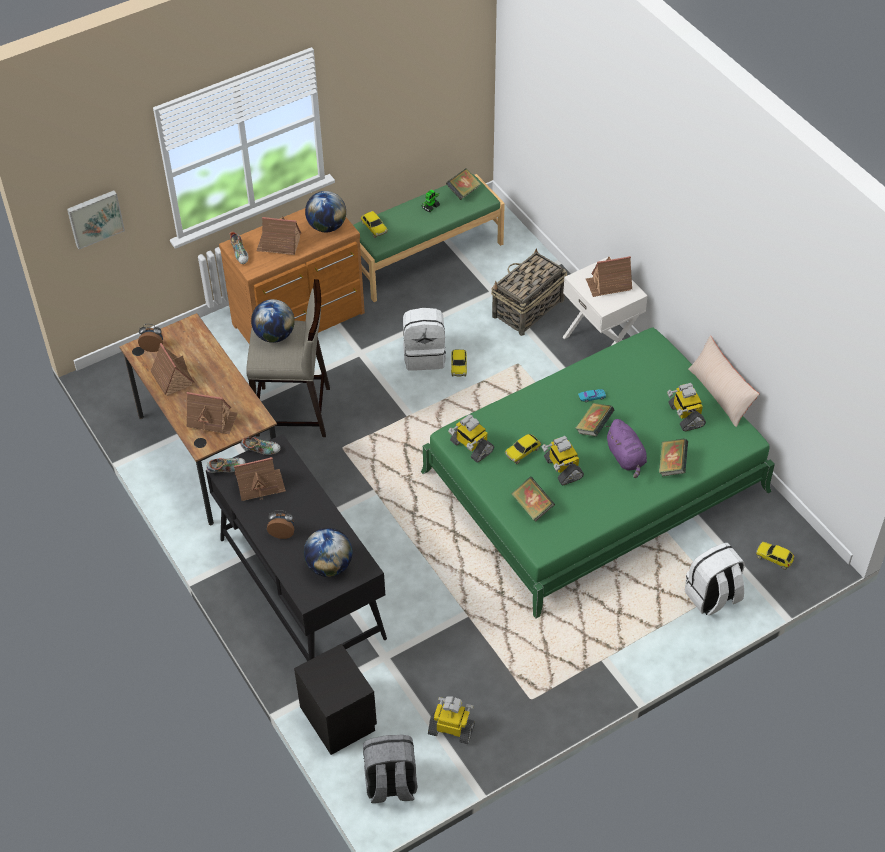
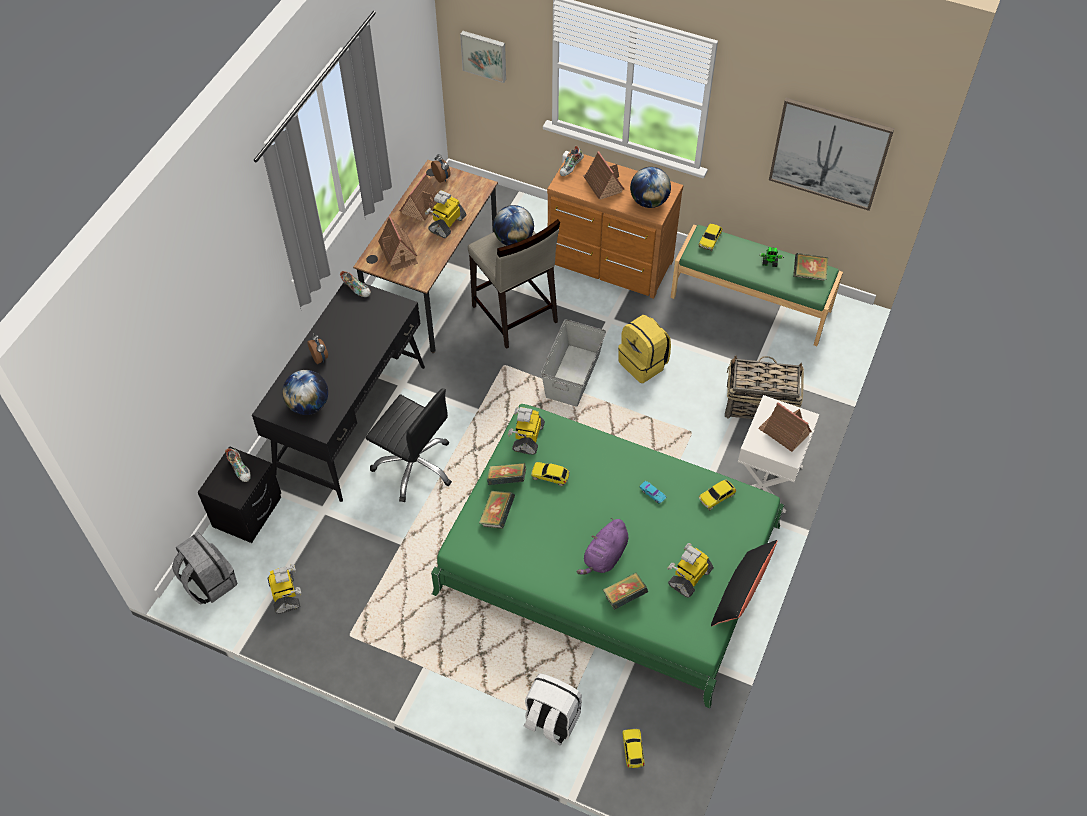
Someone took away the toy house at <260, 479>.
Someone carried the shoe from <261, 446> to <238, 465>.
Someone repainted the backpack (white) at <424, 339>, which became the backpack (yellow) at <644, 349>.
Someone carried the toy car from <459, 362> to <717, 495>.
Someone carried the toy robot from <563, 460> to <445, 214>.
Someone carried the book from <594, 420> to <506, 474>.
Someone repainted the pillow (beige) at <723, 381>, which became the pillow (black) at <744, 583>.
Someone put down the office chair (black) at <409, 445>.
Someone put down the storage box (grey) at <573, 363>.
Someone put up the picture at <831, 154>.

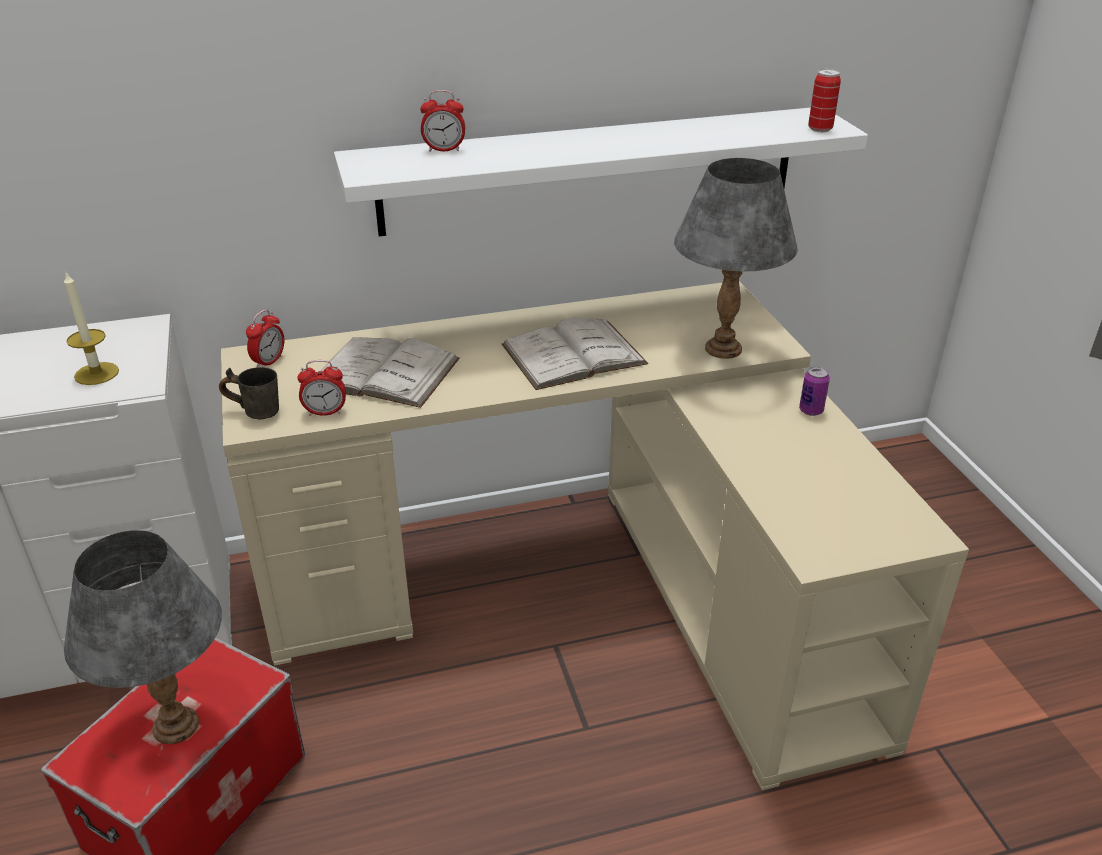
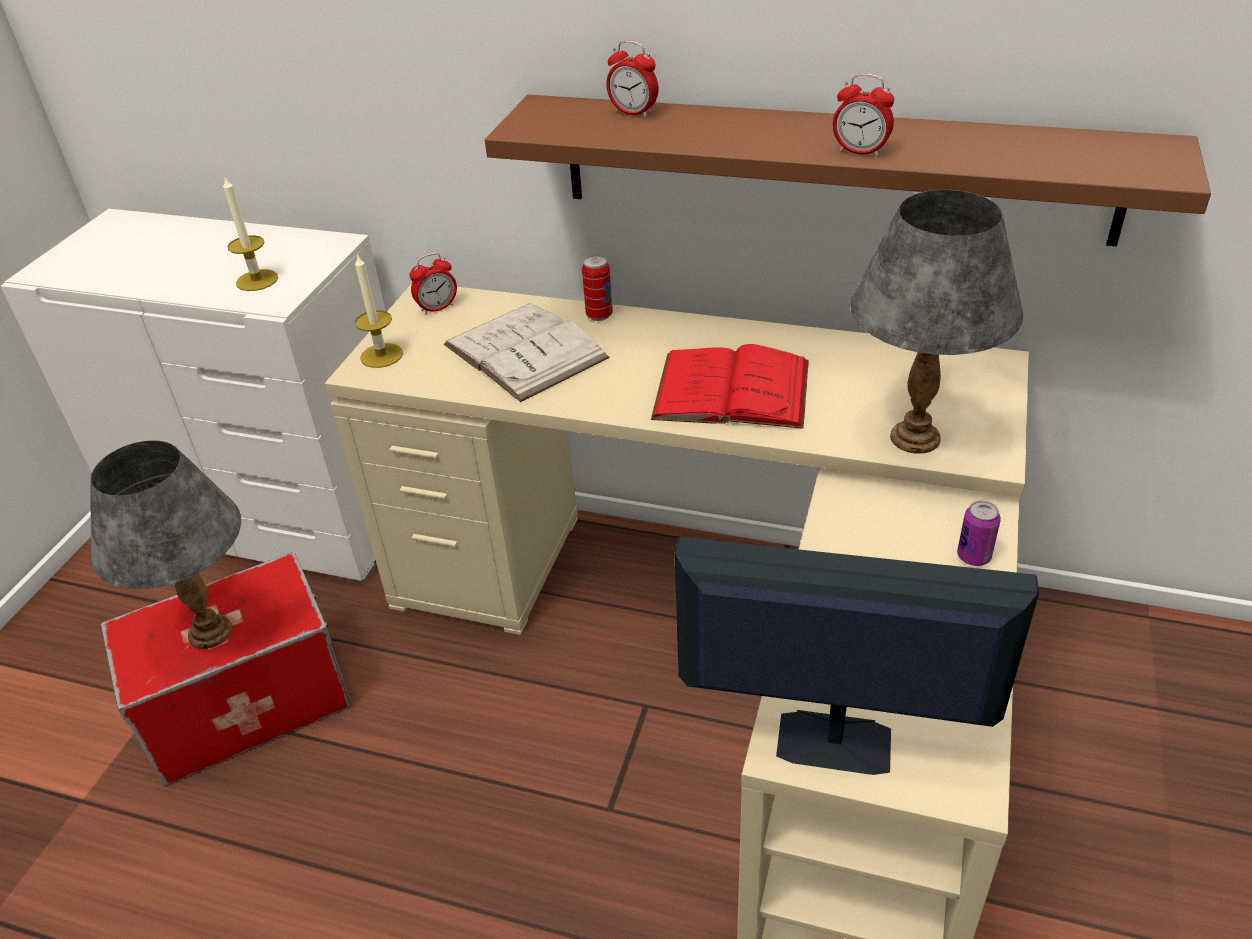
Someone swapped the mug (grey) at <249, 393> for the candle at <379, 310>.
Someone carried the alarm clock from <321, 388> to <863, 115>.
Someone repainted the shelf (white) at <601, 172>, which became the shelf (brown) at <848, 170>.
Someone repainted the book (white) at <575, 354>, which became the book (red) at <730, 386>.
Someone carried the can from <824, 100> to <597, 288>.
Someone put down the monitor at <857, 656>.

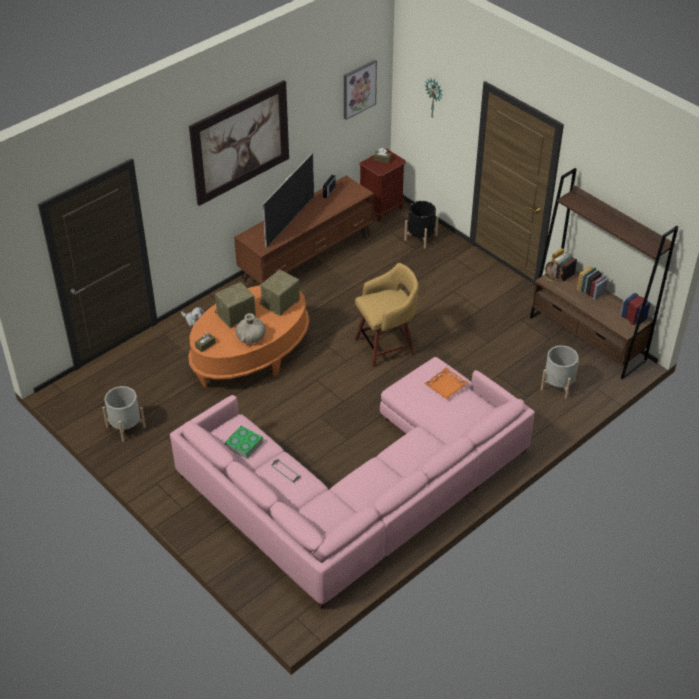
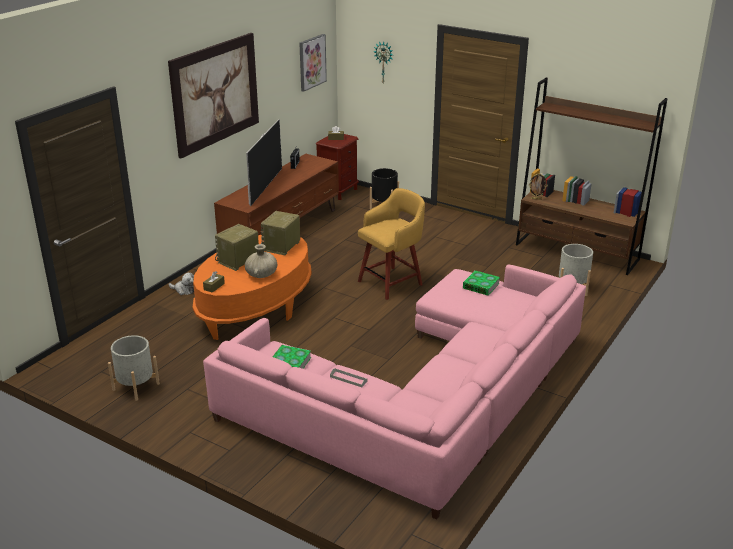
Someone swapped the tray (orange) at <446, 383> for the book at <481, 283>.

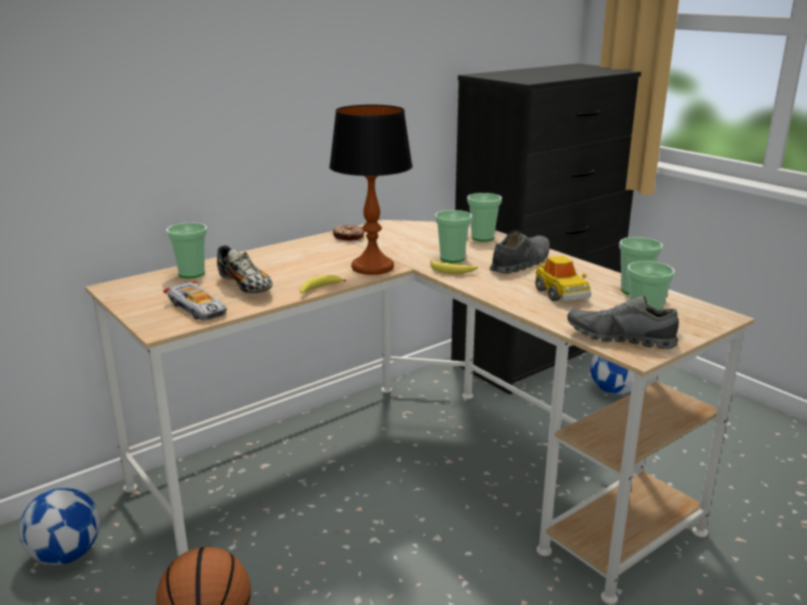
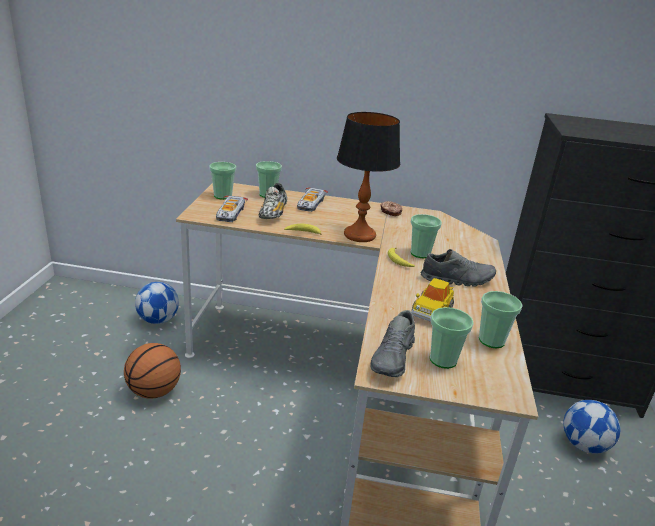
Someone carried the cup from <484, 217> to <222, 181>.
Someone rotated the shoe (grey) at <623, 322> by 135 degrees counterclockwise.
Someone put down the toy car at <312, 199>.

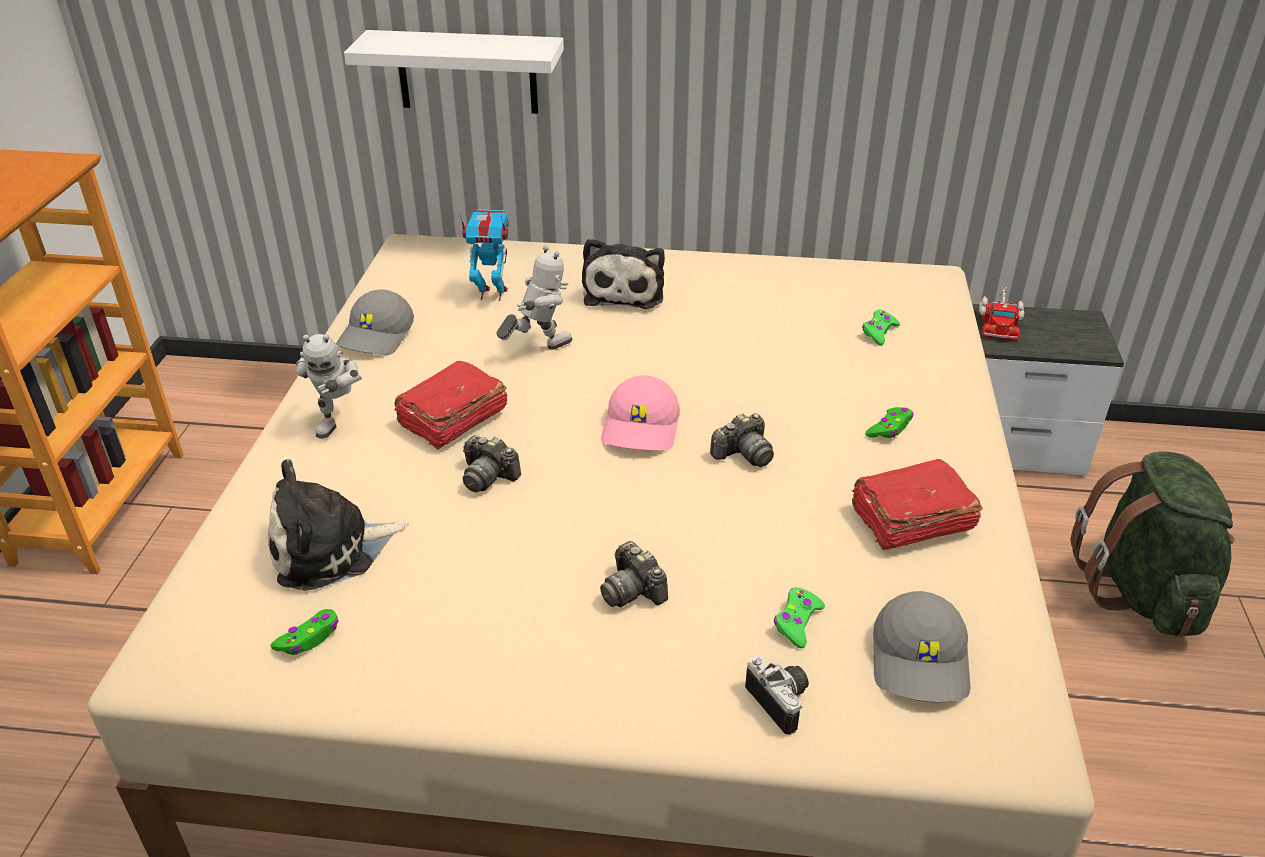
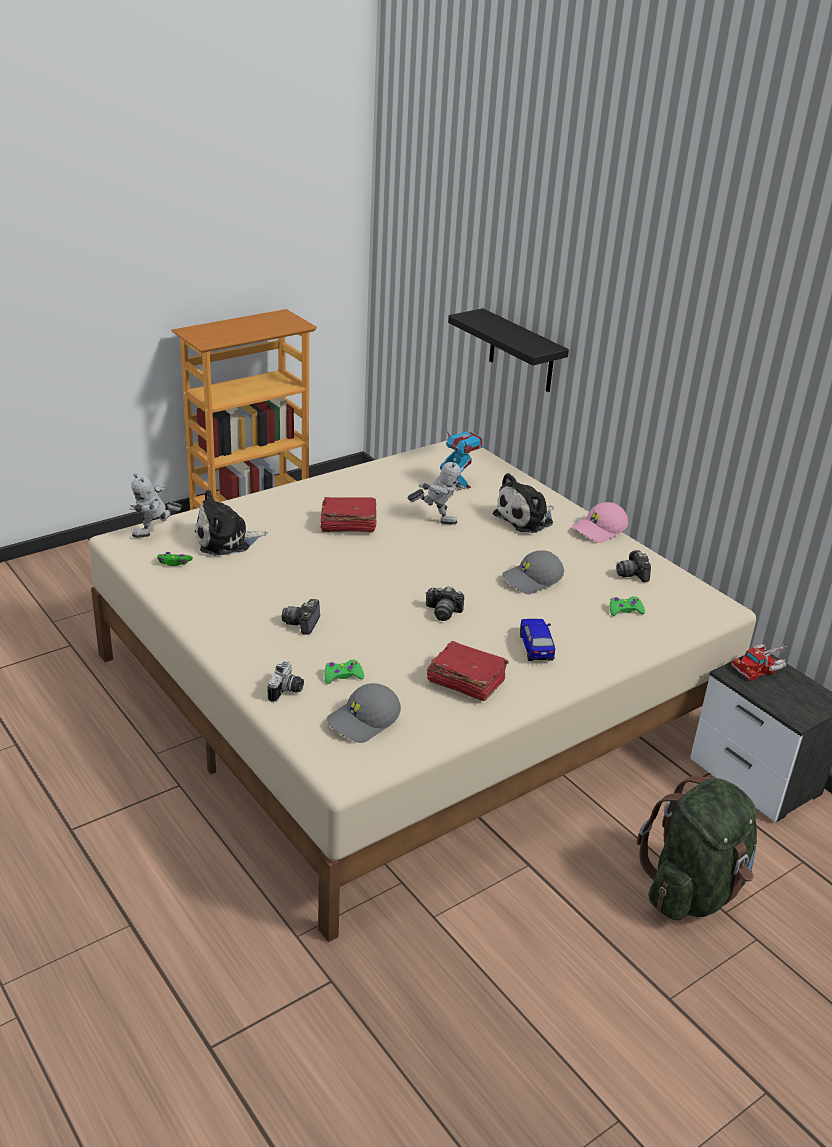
Someone rotated the plush toy at <338, 525> by 45 degrees counterclockwise.
Someone carried the toy robot from <329, 386> to <156, 505>.
Someone carried the cap (grey) from <375, 322> to <533, 572>.
Someone repainted the shelf (white) at <454, 72>, which became the shelf (black) at <508, 350>.
Someone carried the photo camera from <492, 463> to <633, 566>.
Someone carried the cap (pink) from <640, 413> to <600, 522>.
Someone swapped the game controller (green) at <889, 422> for the toy car at <537, 640>.

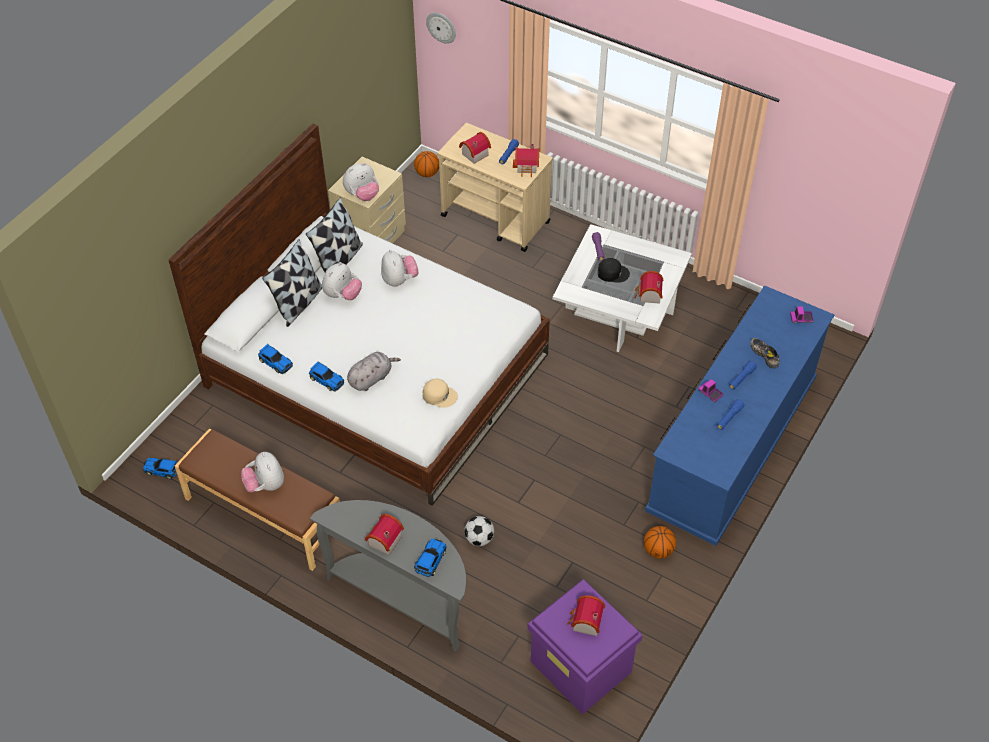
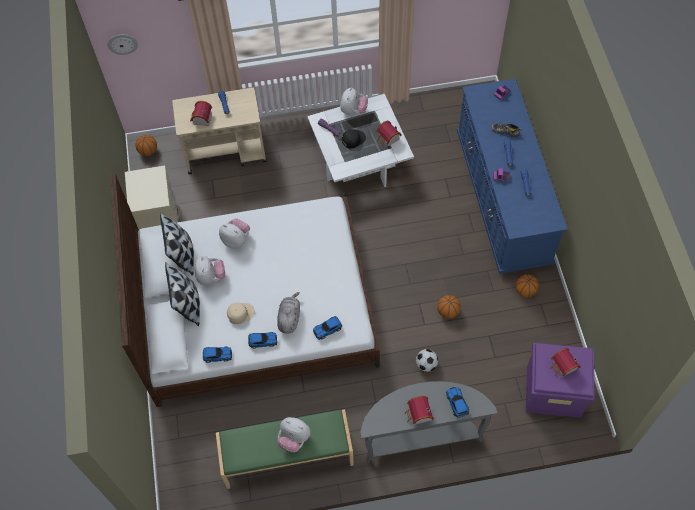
Someone carried the toy car from <160, 468> to <327, 328>.
Someone repainted the bench (brown) at <257, 499>, which became the bench (green) at <285, 449>.
Someone carried the plush toy from <361, 182> to <354, 101>.
Someone carried the cap (beige) from <440, 393> to <241, 313>.
Someone took away the toy house at <526, 160>.
Someone put down the basketball at <449, 307>.

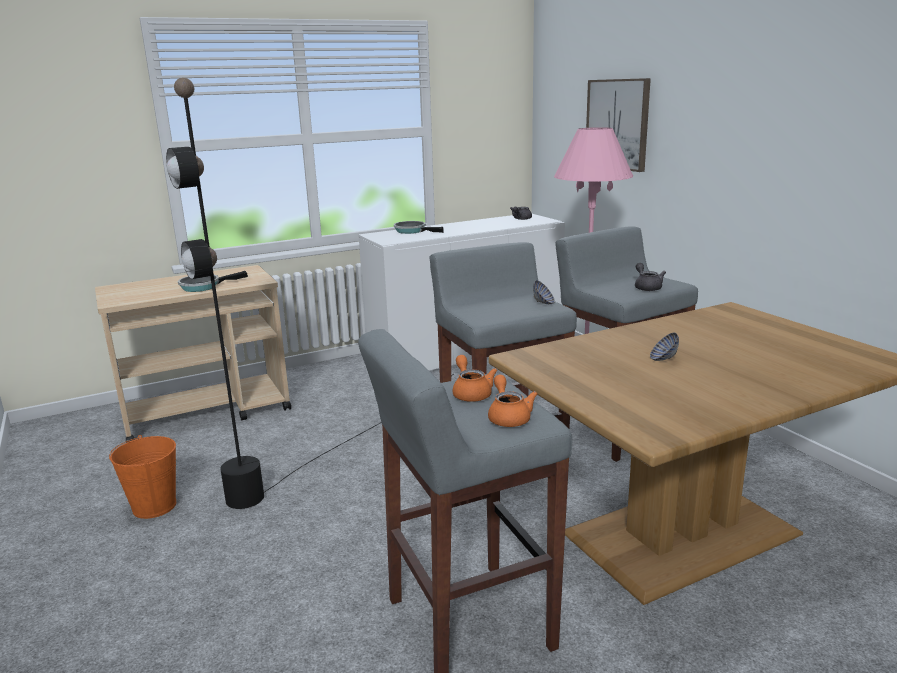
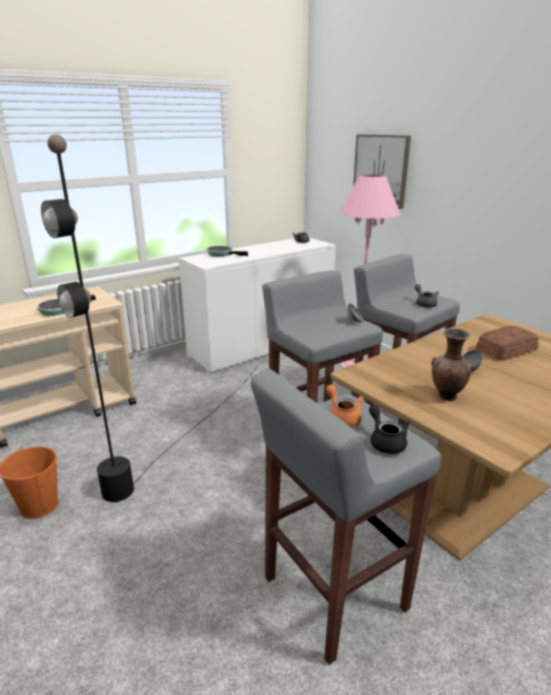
Someone repainted the teapot (orange) at <513, 401>, which became the teapot (black) at <389, 429>.
Someone put down the vase (brown) at <452, 364>.
Someone put down the bread at <507, 343>.

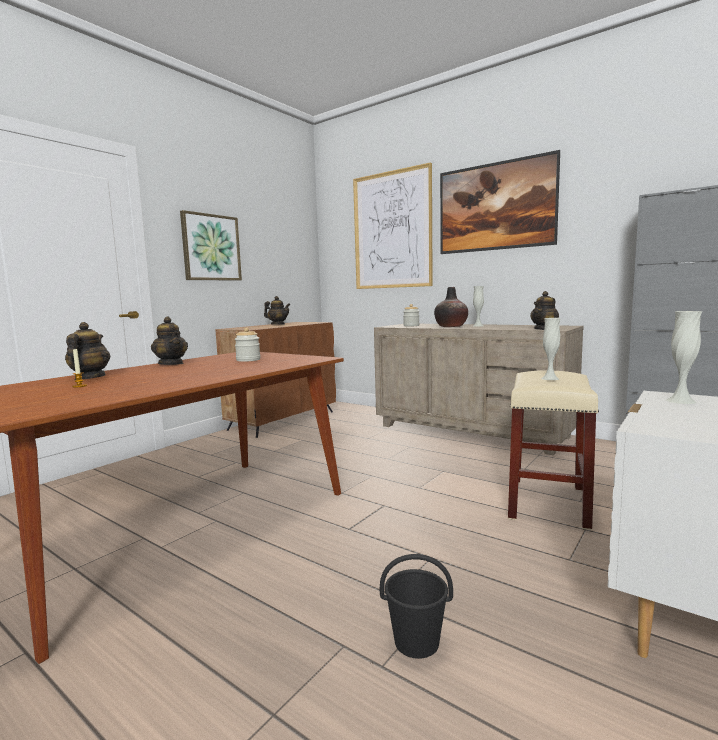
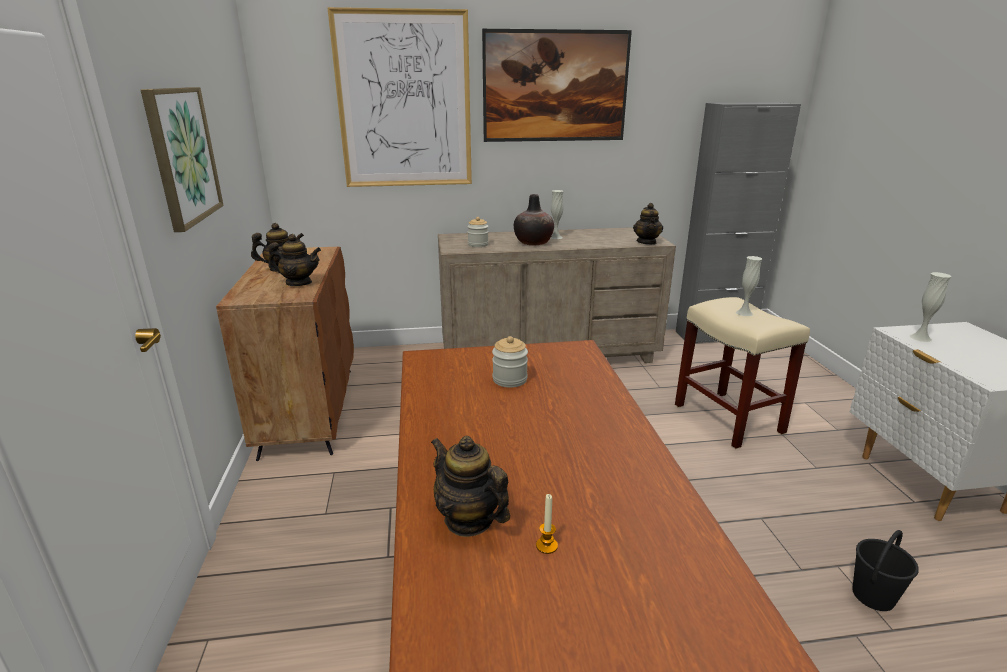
Someone carried the teapot from <169, 341> to <294, 260>.

